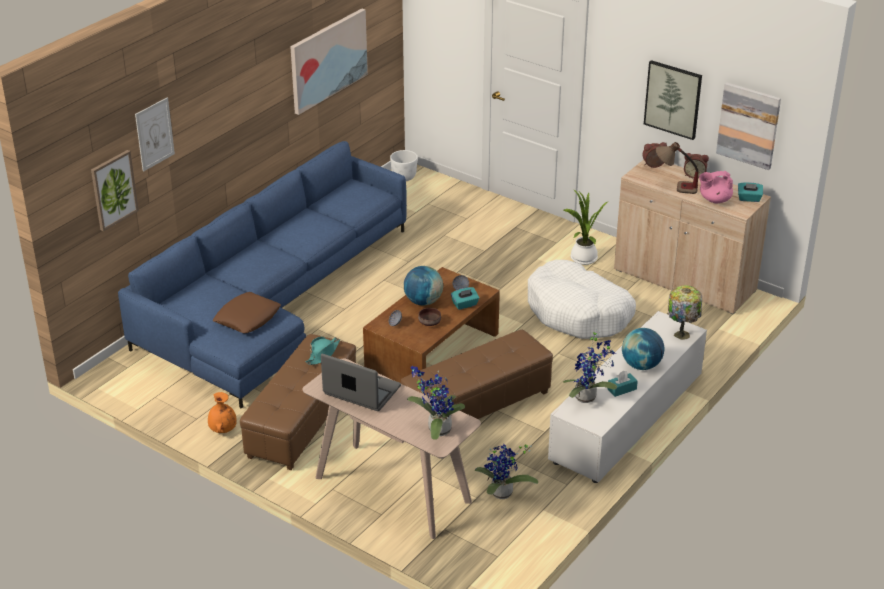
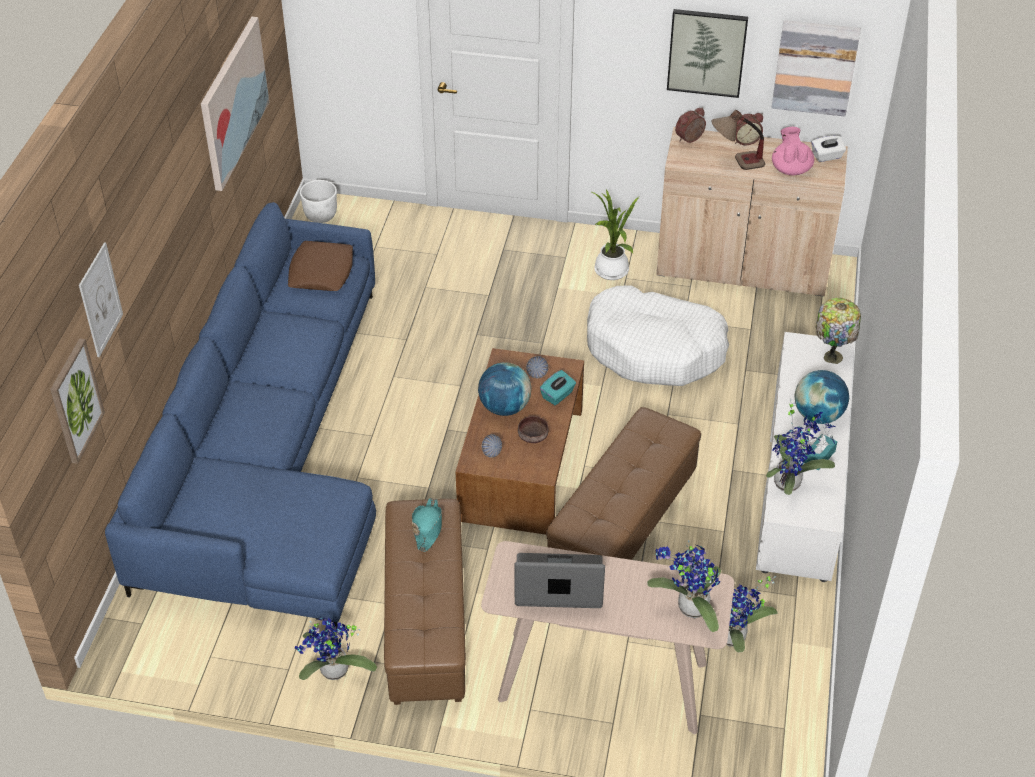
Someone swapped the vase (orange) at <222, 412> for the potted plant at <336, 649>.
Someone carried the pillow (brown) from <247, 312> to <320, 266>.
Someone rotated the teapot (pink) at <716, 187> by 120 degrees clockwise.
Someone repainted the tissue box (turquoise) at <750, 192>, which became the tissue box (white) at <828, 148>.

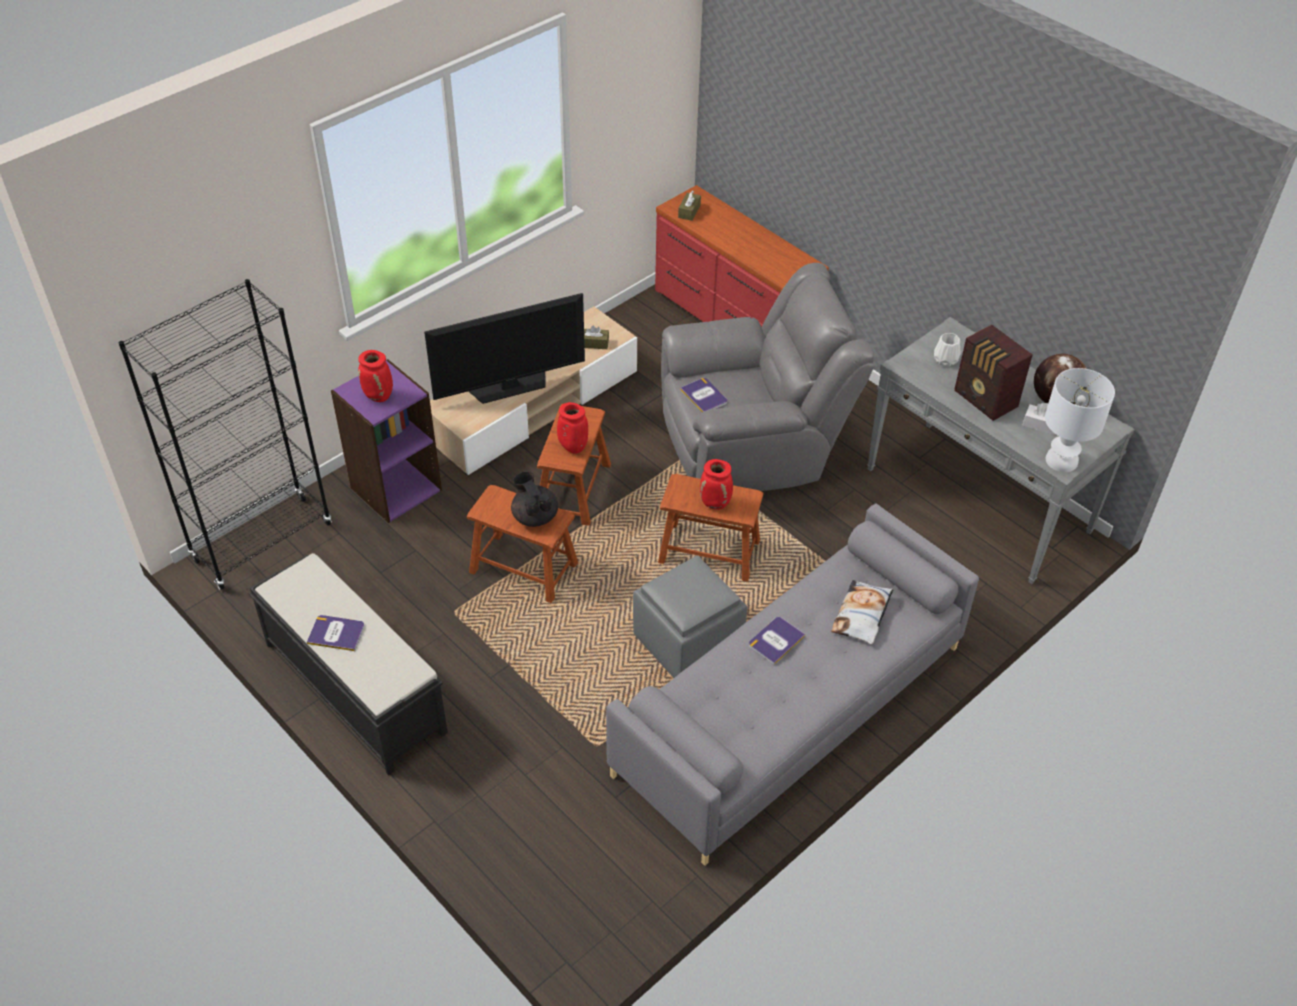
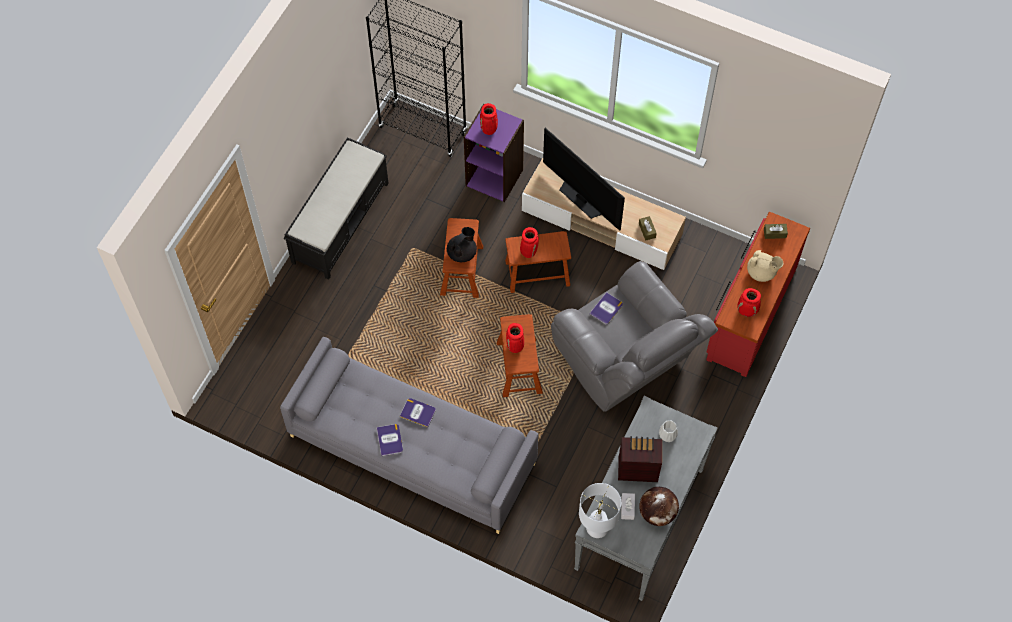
Someone carried the book from <336, 633> to <390, 440>.
Someone took away the ottoman (grey) at <690, 616>.
Someone took away the pillow at <862, 612>.
Someone rotated the radio at <993, 373> by 60 degrees clockwise.
Someone put down the vase (red) at <749, 302>.
Someone put down the teapot (beige) at <765, 266>.

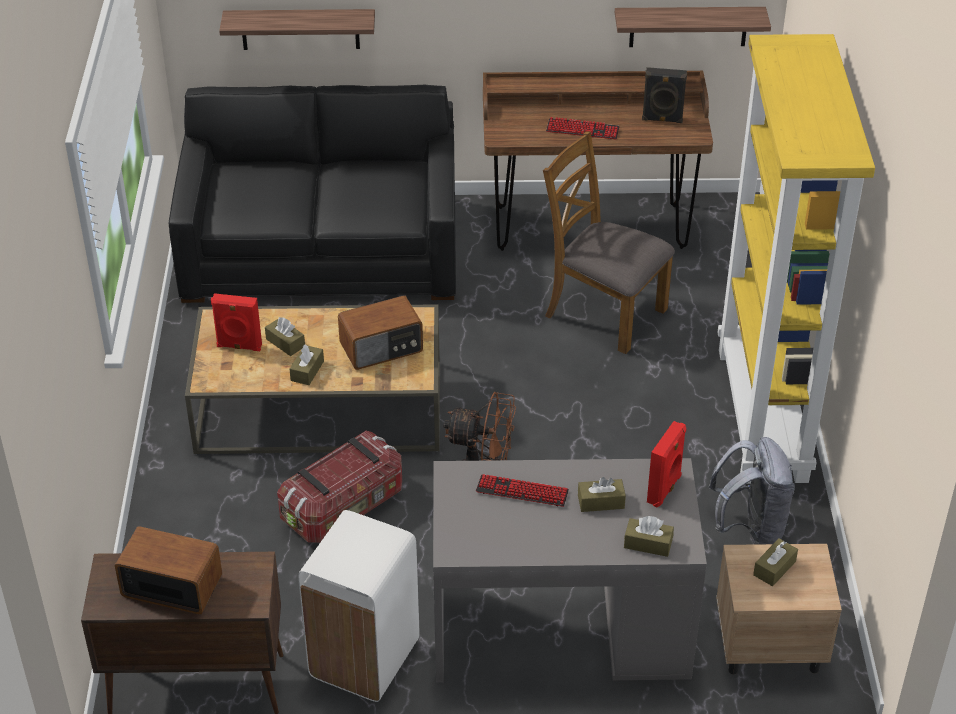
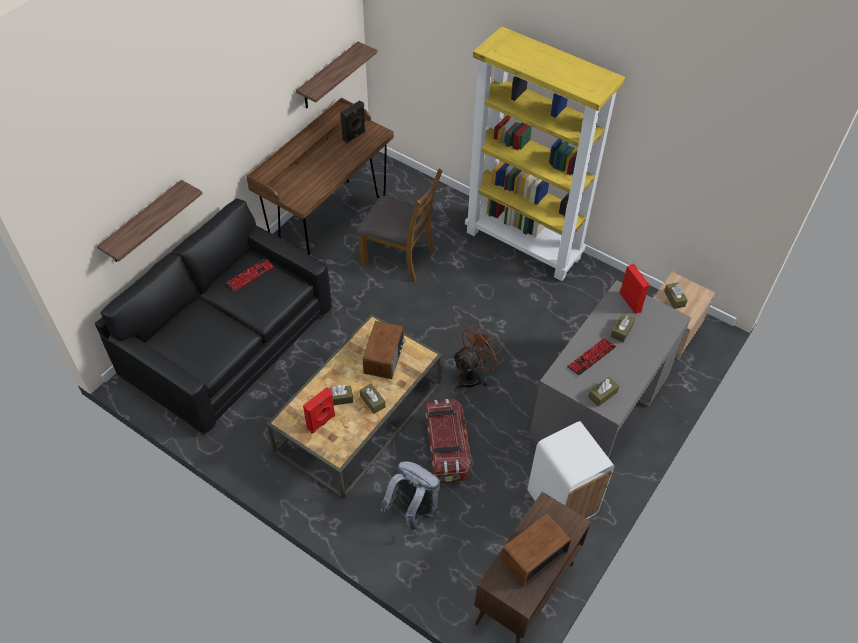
Someone rotated the chair (brown) at <609, 242> by 135 degrees counterclockwise.
Someone carried the keyboard from <583, 128> to <250, 275>.
Someone carried the tissue box (brown) from <649, 536> to <603, 392>.
Someone carried the backpack (grey) from <752, 491> to <410, 497>.

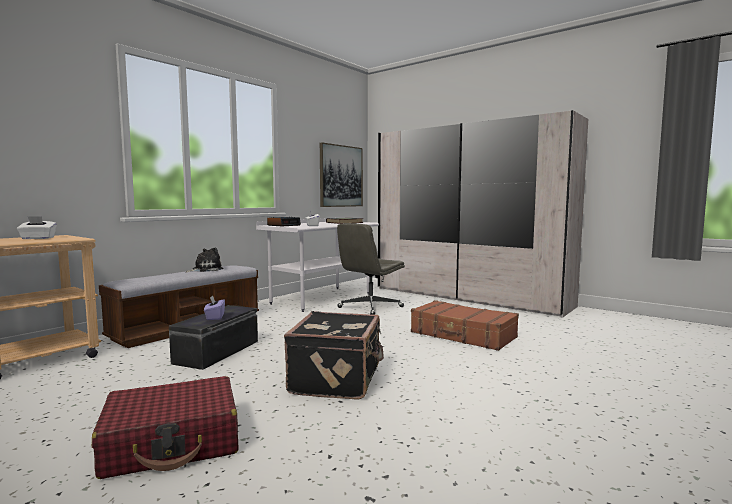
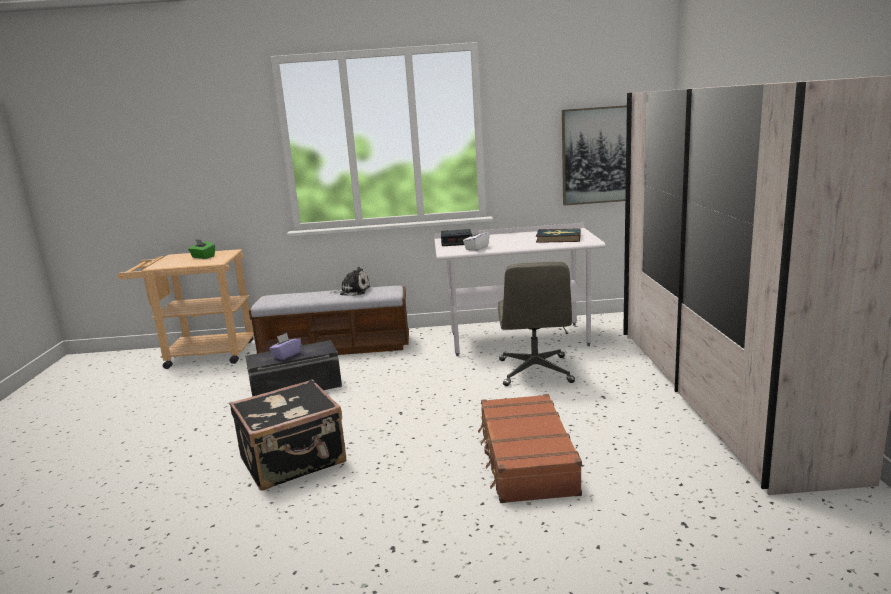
Someone repainted the tissue box (white) at <37, 227>, which became the tissue box (green) at <201, 249>.
Someone took away the suitcase (red) at <165, 427>.
Someone rotated the office chair (grey) at <371, 269> by 90 degrees counterclockwise.

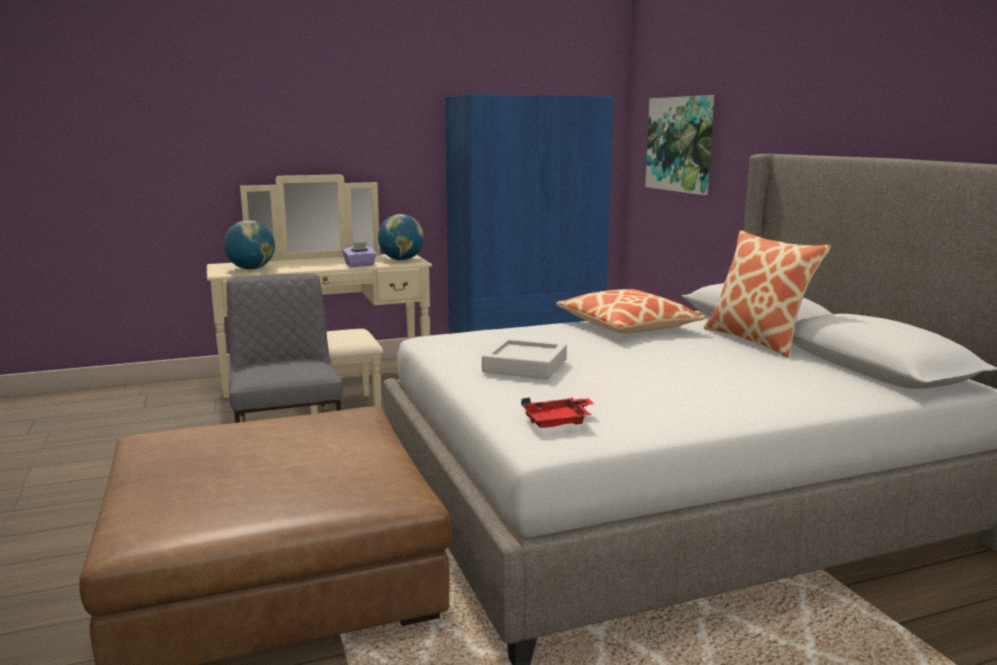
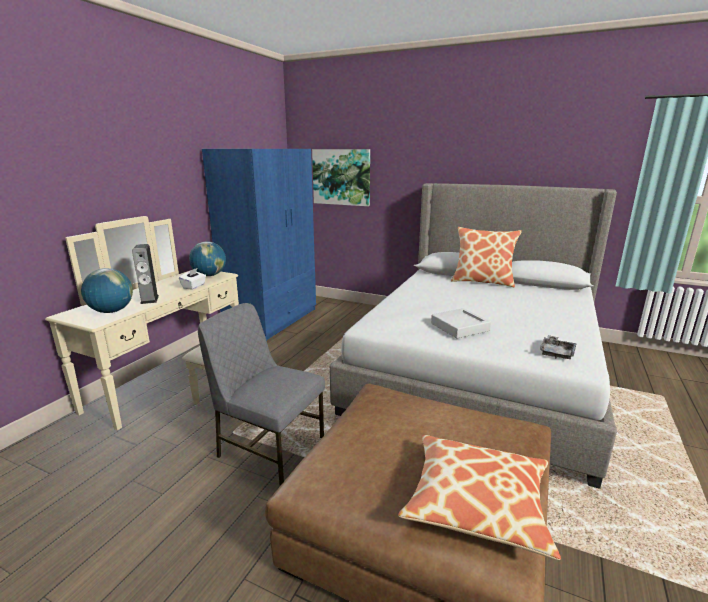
Someone repainted the tissue box (purple) at <359, 254>, which became the tissue box (white) at <192, 279>.
Someone repainted the tray (red) at <557, 412>, which became the tray (grey) at <558, 347>.
Someone carried the pillow from <631, 311> to <479, 497>.
Someone put down the speaker at <145, 274>.

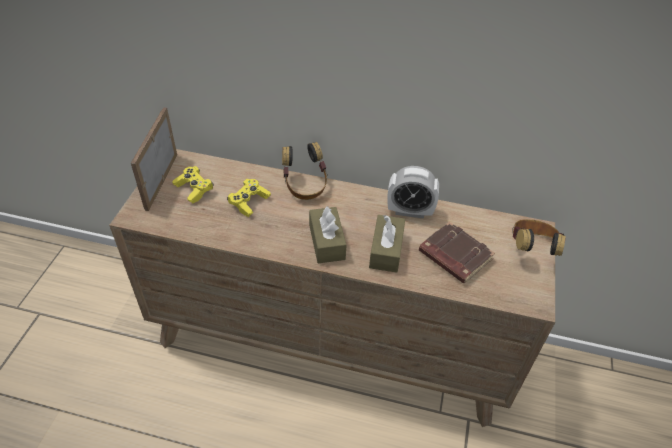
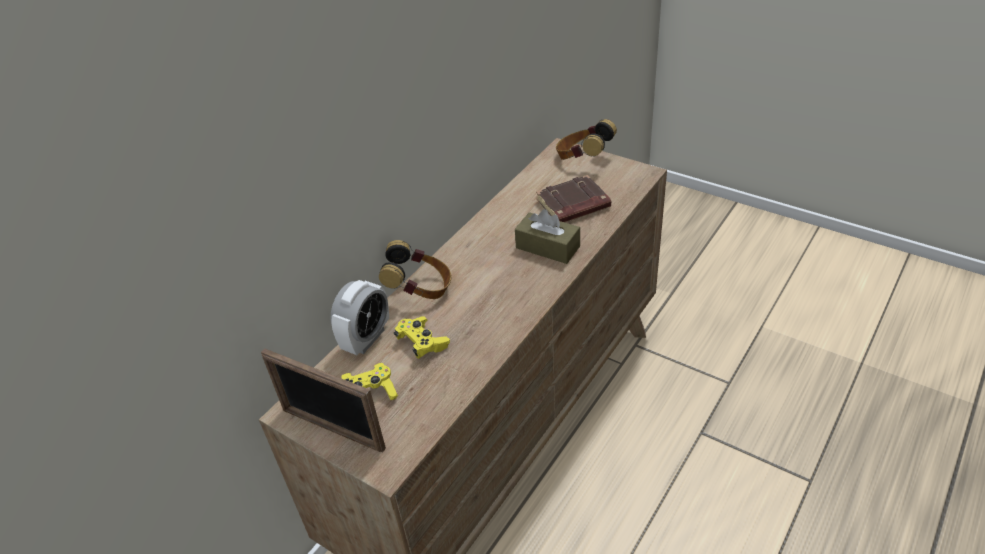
Someone took away the tissue box (brown) at <328, 234>.
Someone carried the alarm clock from <413, 192> to <360, 317>.

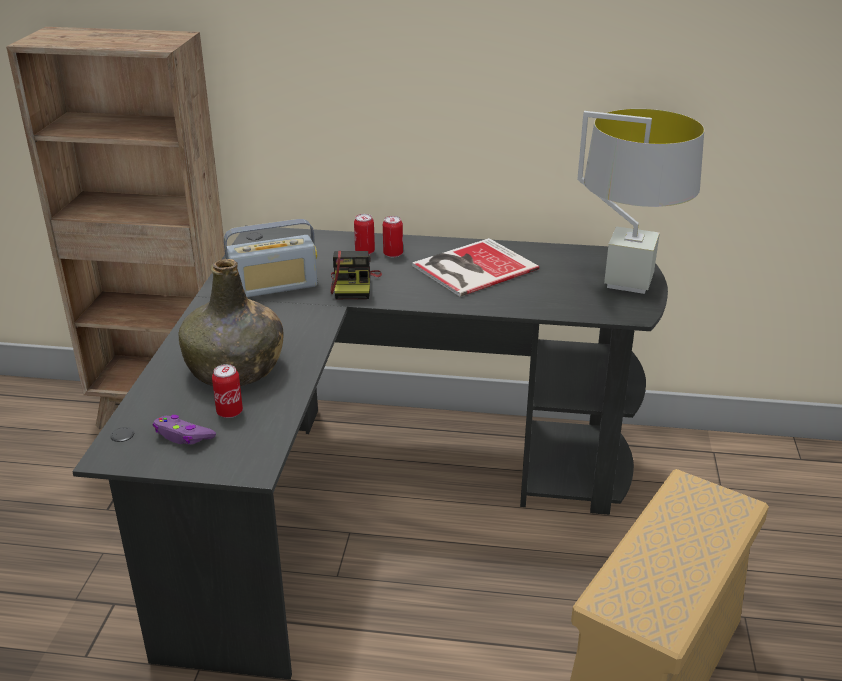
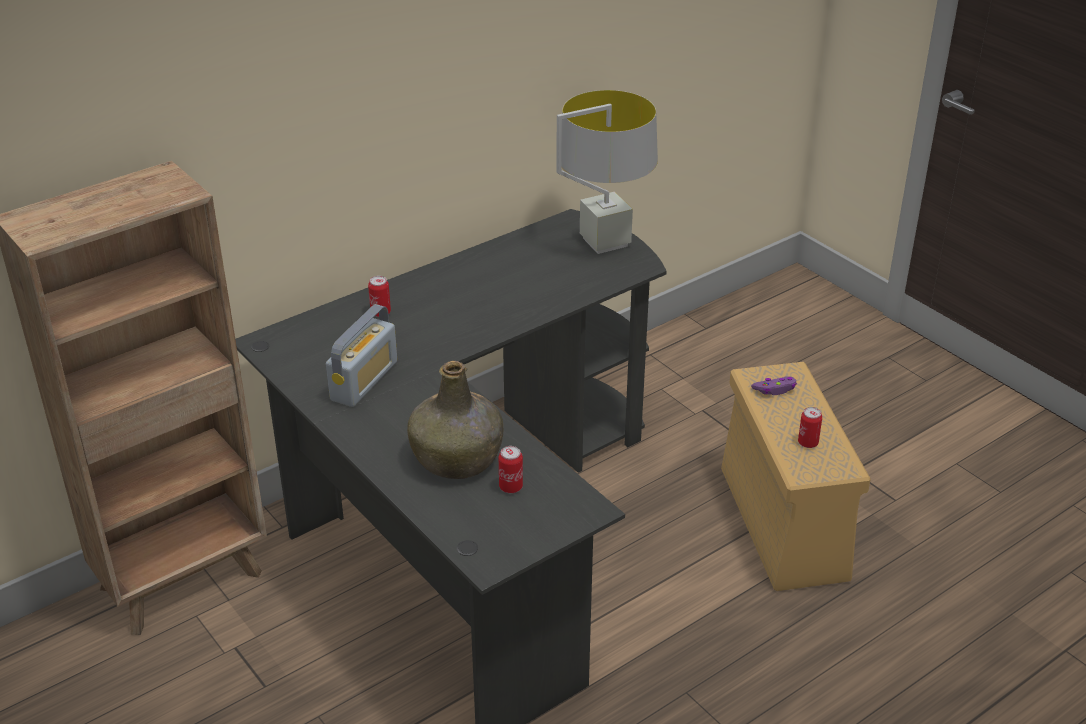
Someone carried the game controller (purple) from <184, 429> to <774, 385>.
Someone took away the photo camera at <356, 274>.
Someone carried the can from <393, 237> to <810, 427>.
Someone took away the book at <475, 267>.

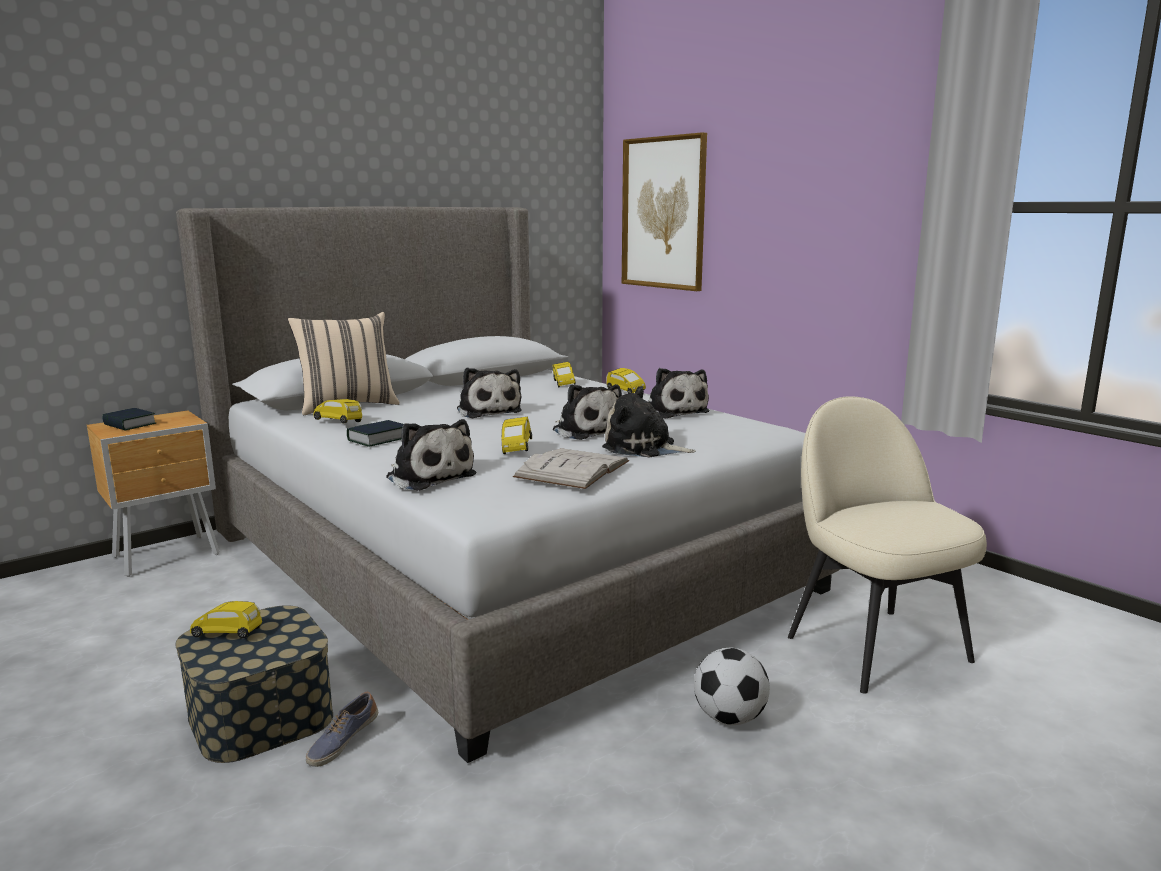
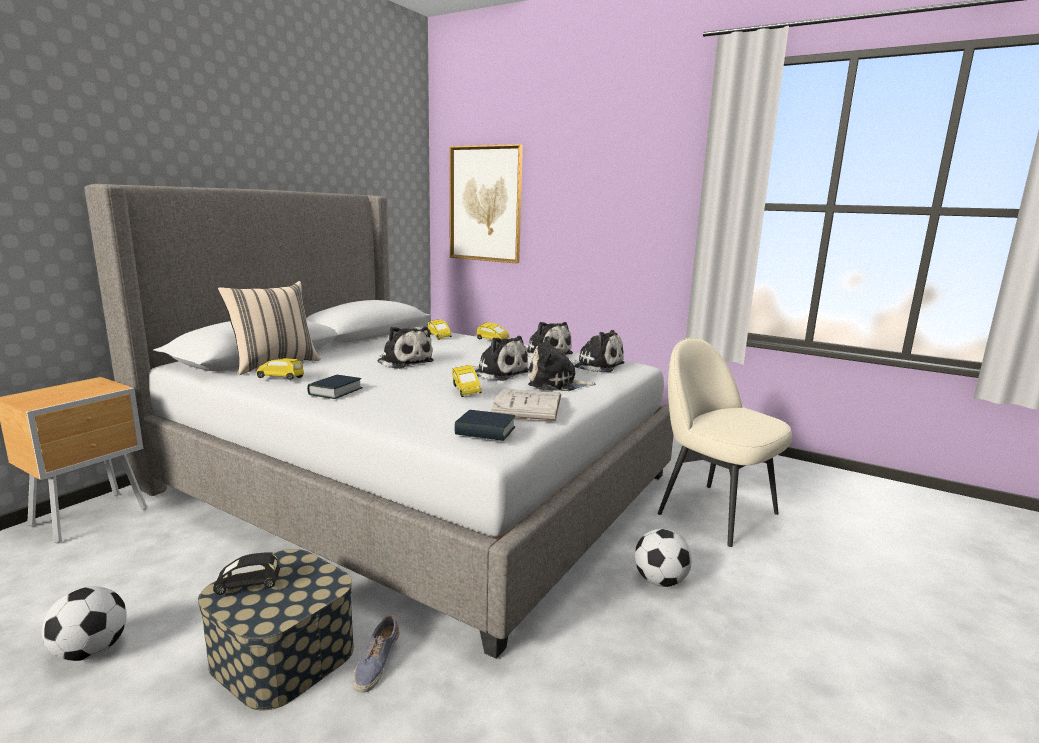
Someone carried the book from <129, 419> to <484, 425>.
Someone repainted the toy car (yellow) at <226, 619>, which became the toy car (black) at <246, 574>.
Someone carried the plush toy from <431, 455> to <597, 351>.
Someone put down the football at <84, 623>.

